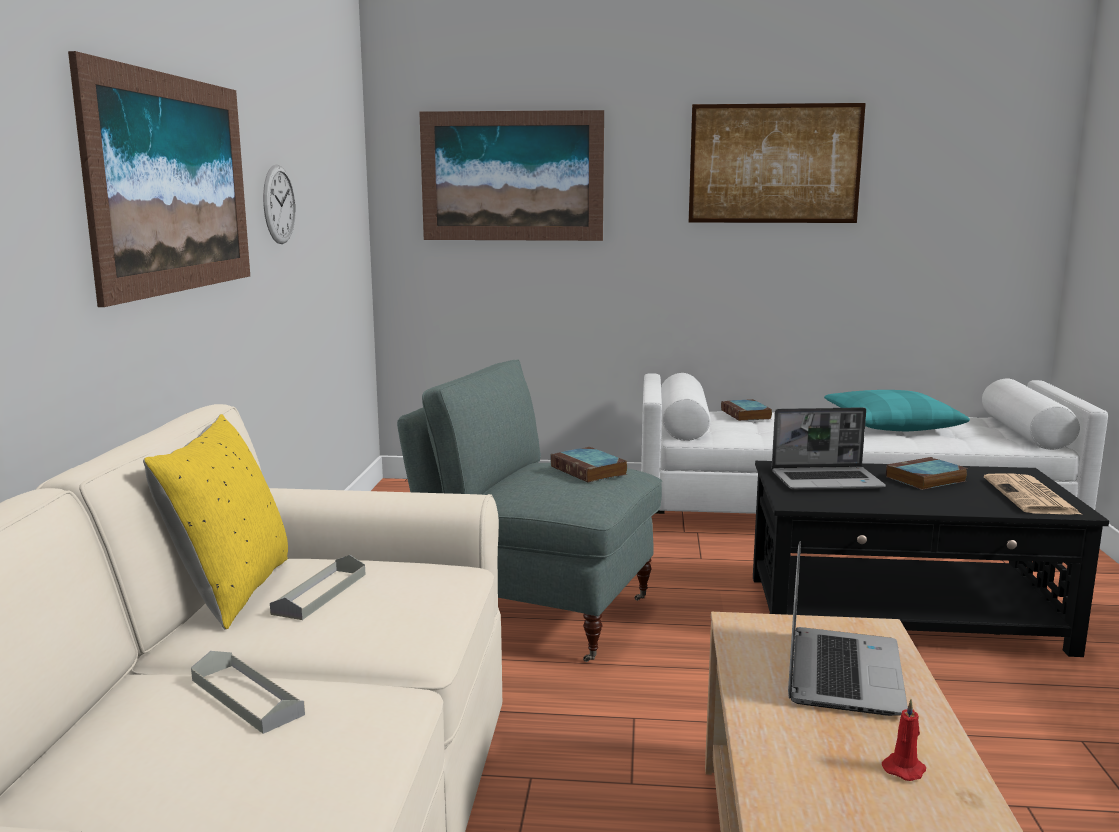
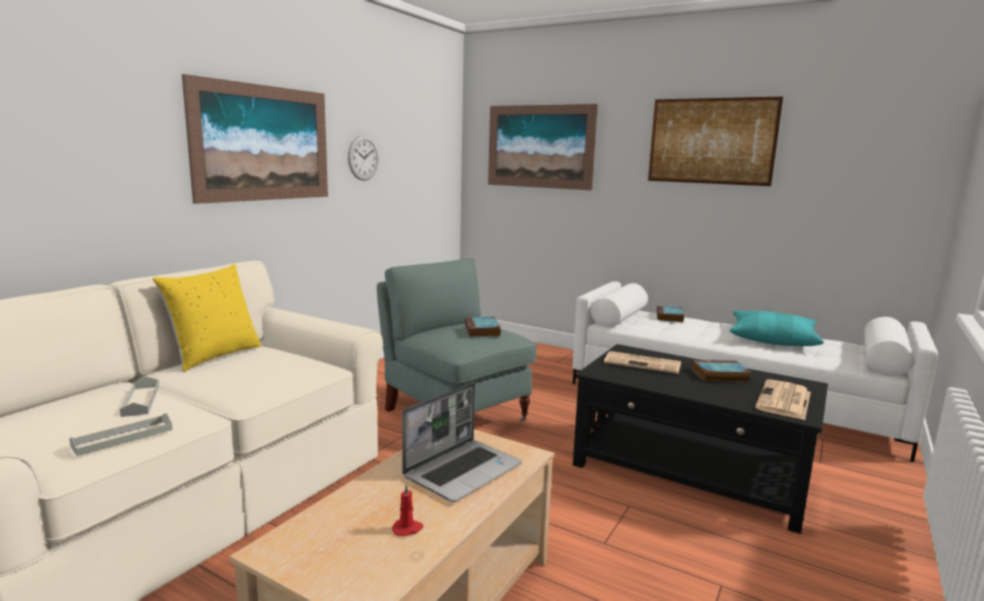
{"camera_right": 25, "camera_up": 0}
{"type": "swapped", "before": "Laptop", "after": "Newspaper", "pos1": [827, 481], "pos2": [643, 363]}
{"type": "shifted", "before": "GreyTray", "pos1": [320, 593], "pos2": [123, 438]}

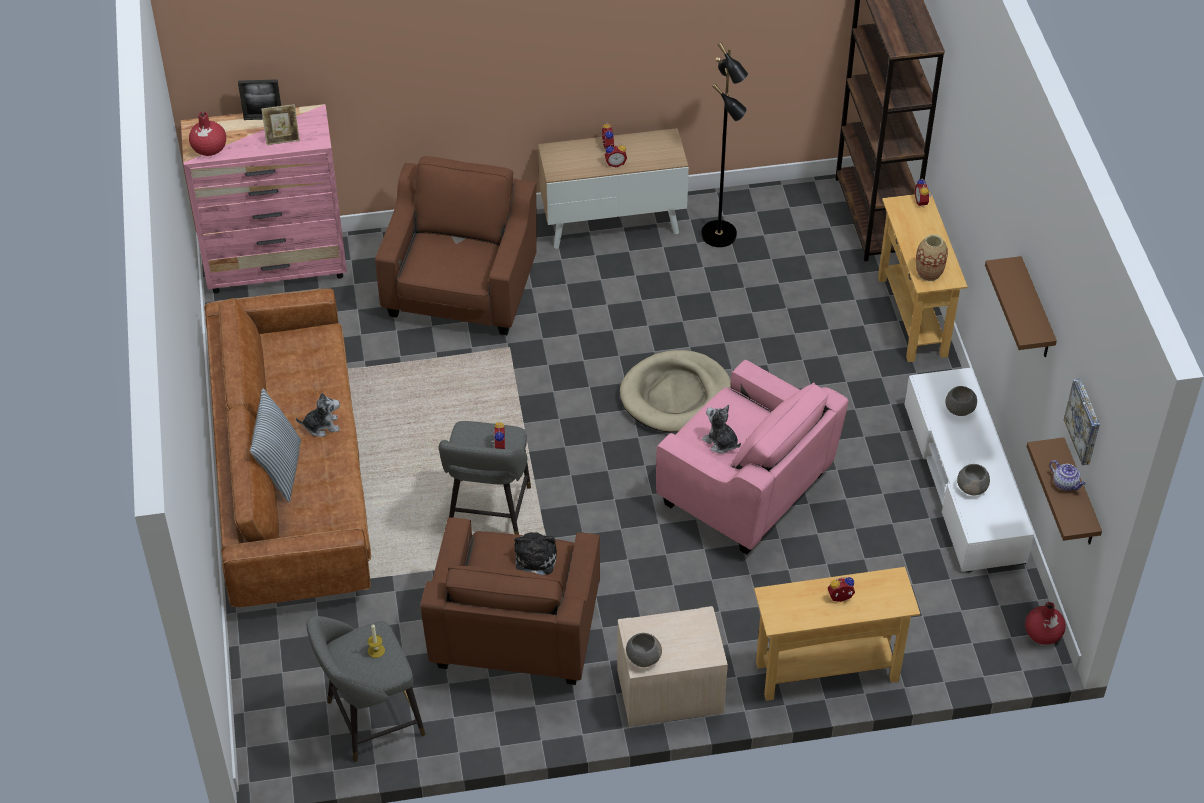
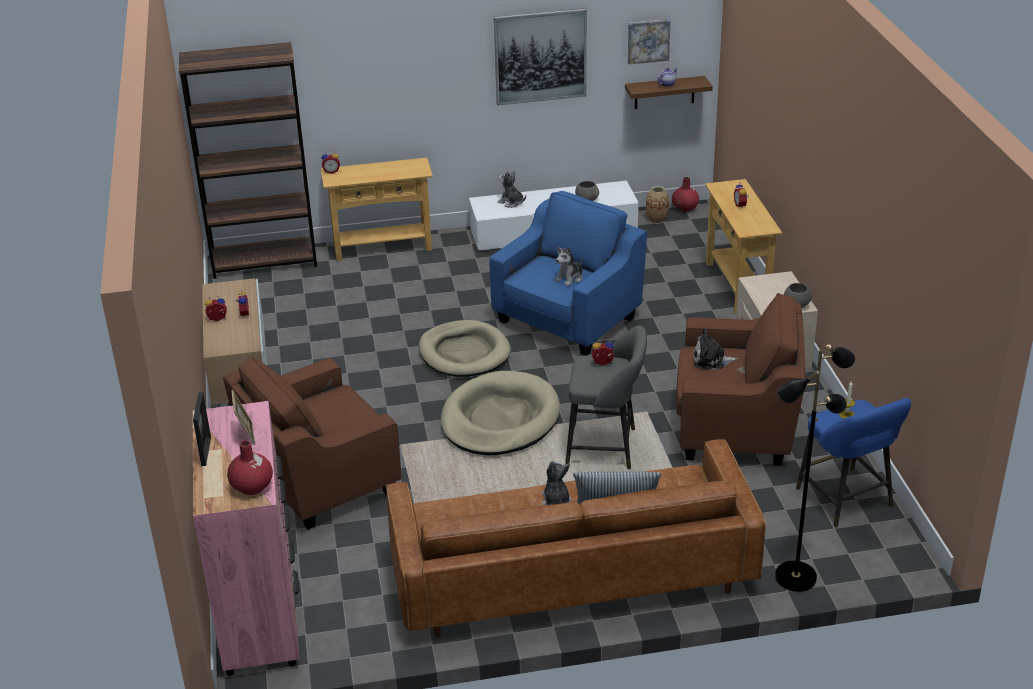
{"camera_right": -90, "camera_up": -15}
{"type": "shifted", "before": "BlackFloorLamp", "pos1": [720, 235], "pos2": [795, 576]}
{"type": "rotated", "before": "BrownArmchair", "pos1": [461, 291], "pos2": [320, 478], "turn": -45}
{"type": "shifted", "before": "Vase", "pos1": [929, 273], "pos2": [656, 219]}
{"type": "swapped", "before": "BrownShelf", "after": "Picture", "pos1": [1035, 311], "pos2": [540, 56]}
{"type": "repainted", "before": "PinkArmchair", "after": "BlueArmchair", "pos1": [744, 490], "pos2": [568, 319]}
{"type": "swapped", "before": "GreyBowl", "after": "PlushToy", "pos1": [959, 409], "pos2": [511, 202]}
{"type": "repainted", "before": "GreyStool", "after": "BlueStool", "pos1": [370, 720], "pos2": [847, 500]}
{"type": "new", "after": "BeigeDogBed", "pos2": [500, 419]}

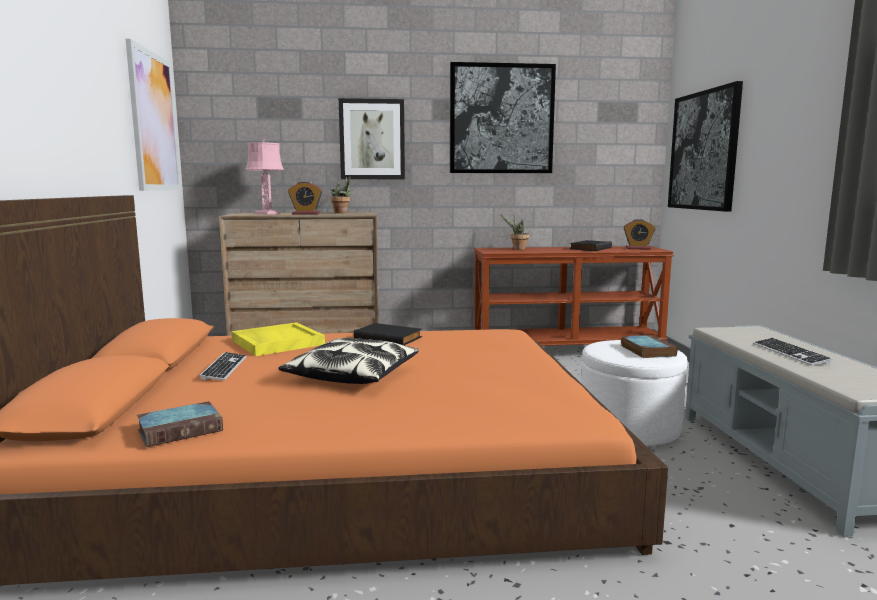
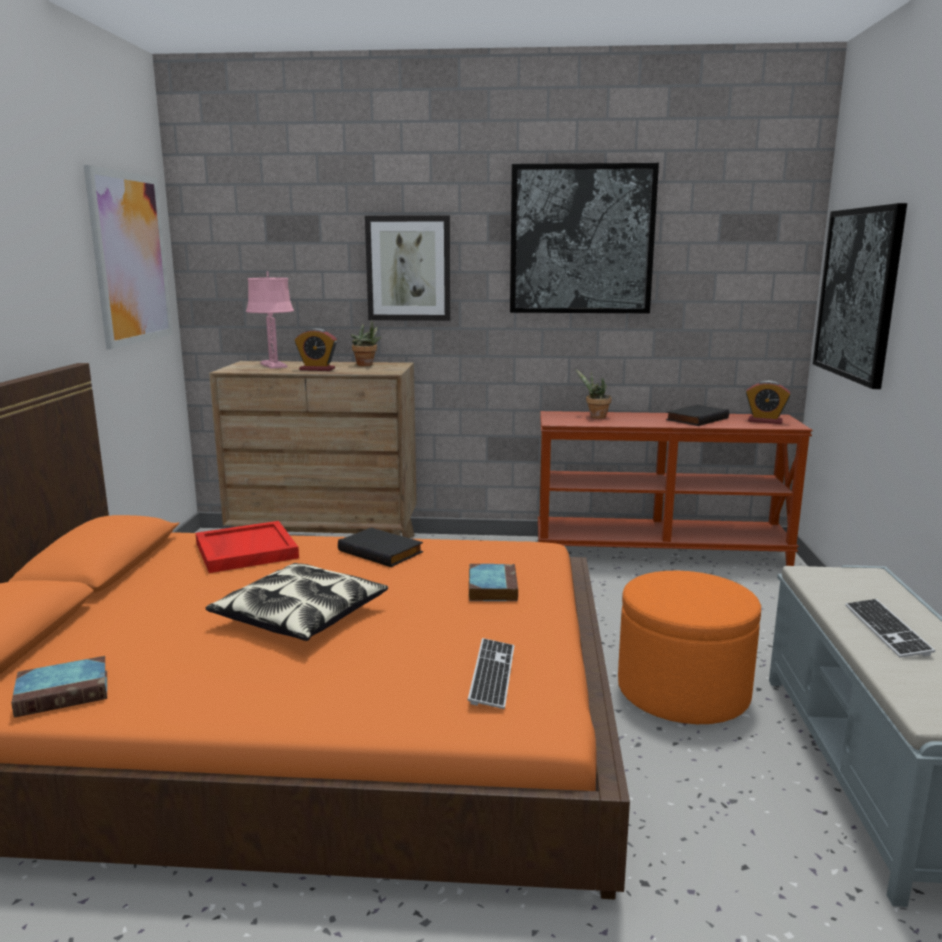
{"camera_right": 10, "camera_up": 5}
{"type": "repainted", "before": "YellowTray", "after": "RedTray", "pos1": [277, 342], "pos2": [245, 550]}
{"type": "shifted", "before": "Book", "pos1": [646, 350], "pos2": [492, 587]}
{"type": "repainted", "before": "WhiteOttoman", "after": "OrangeOttoman", "pos1": [629, 428], "pos2": [682, 691]}
{"type": "shifted", "before": "Keyboard", "pos1": [224, 368], "pos2": [492, 675]}

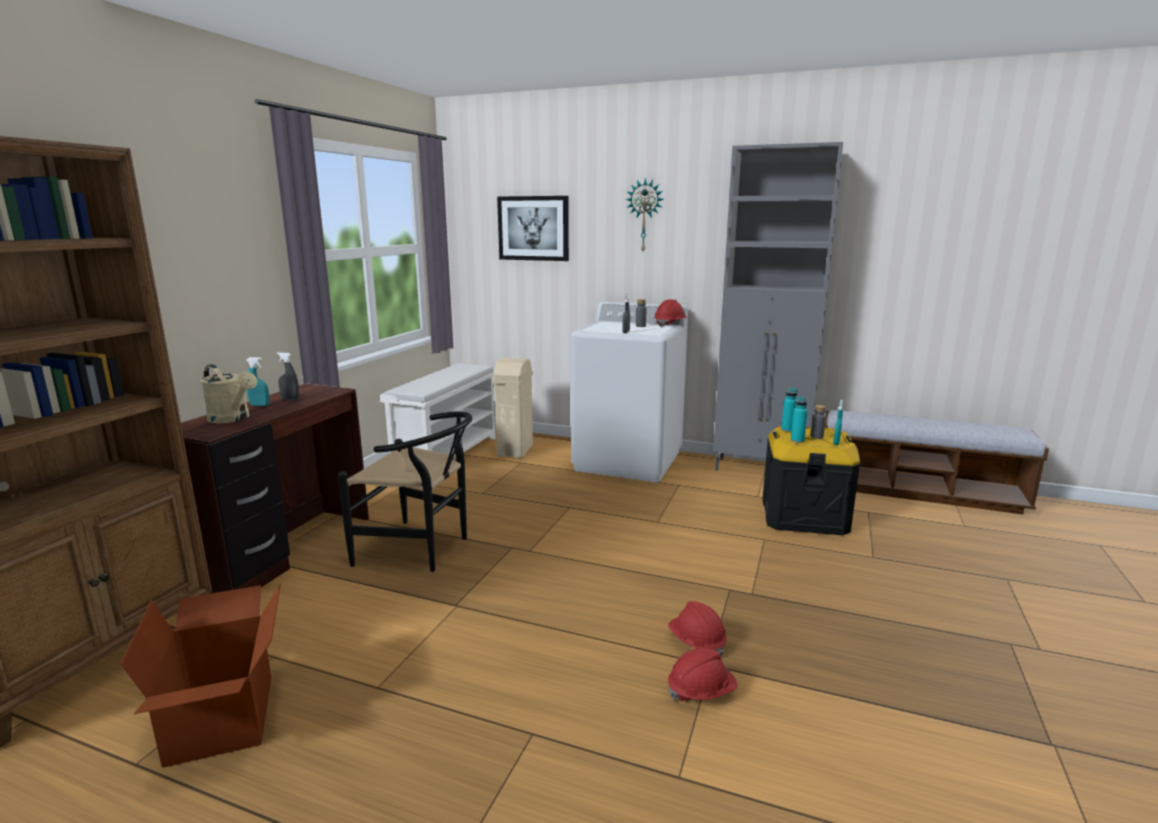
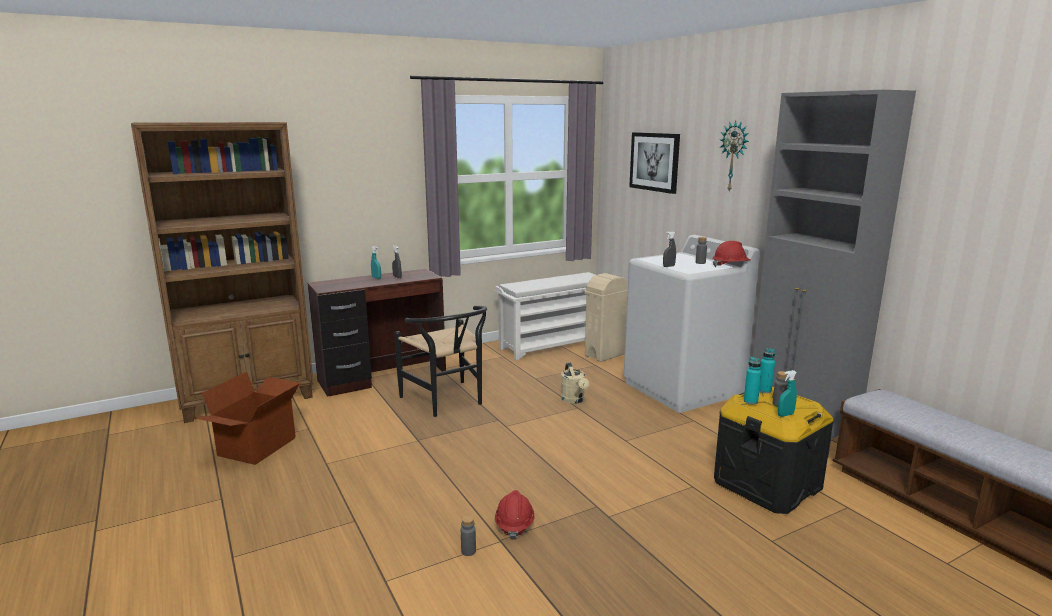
{"camera_right": 40, "camera_up": 0}
{"type": "shifted", "before": "BeigeWateringCan", "pos1": [233, 419], "pos2": [574, 400]}
{"type": "swapped", "before": "RedHardHat", "after": "GreyBottle", "pos1": [701, 692], "pos2": [468, 551]}

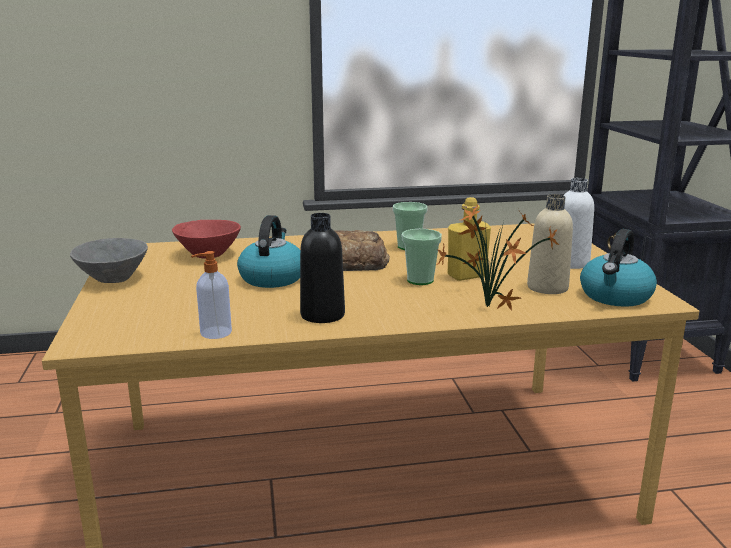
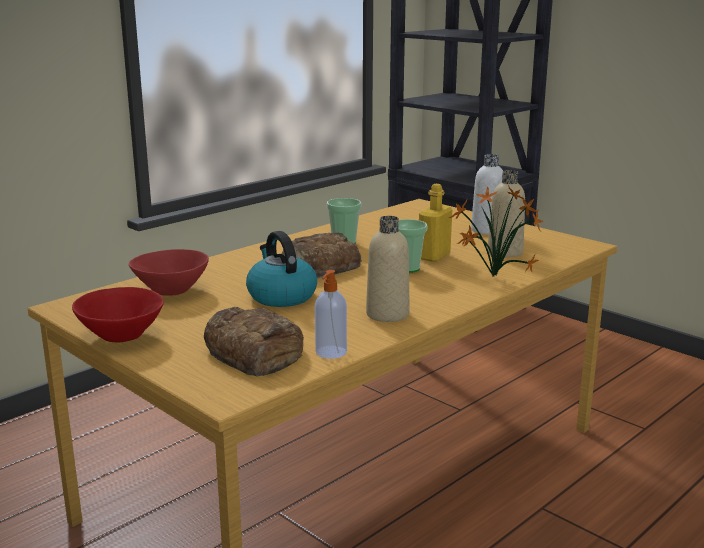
{"camera_right": -35, "camera_up": 0}
{"type": "repainted", "before": "BlackBottle", "after": "BeigeBottle", "pos1": [322, 315], "pos2": [387, 314]}
{"type": "gone", "before": "Kettle", "pos1": [615, 296]}
{"type": "repainted", "before": "GreyBowl", "after": "RedBowl", "pos1": [113, 279], "pos2": [122, 336]}
{"type": "new", "after": "Bread", "pos2": [254, 352]}

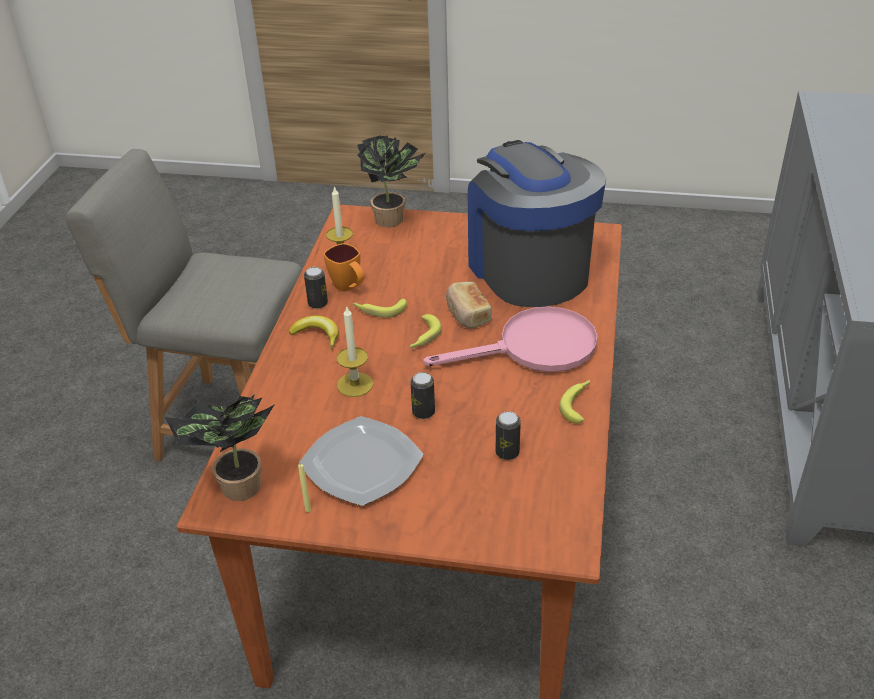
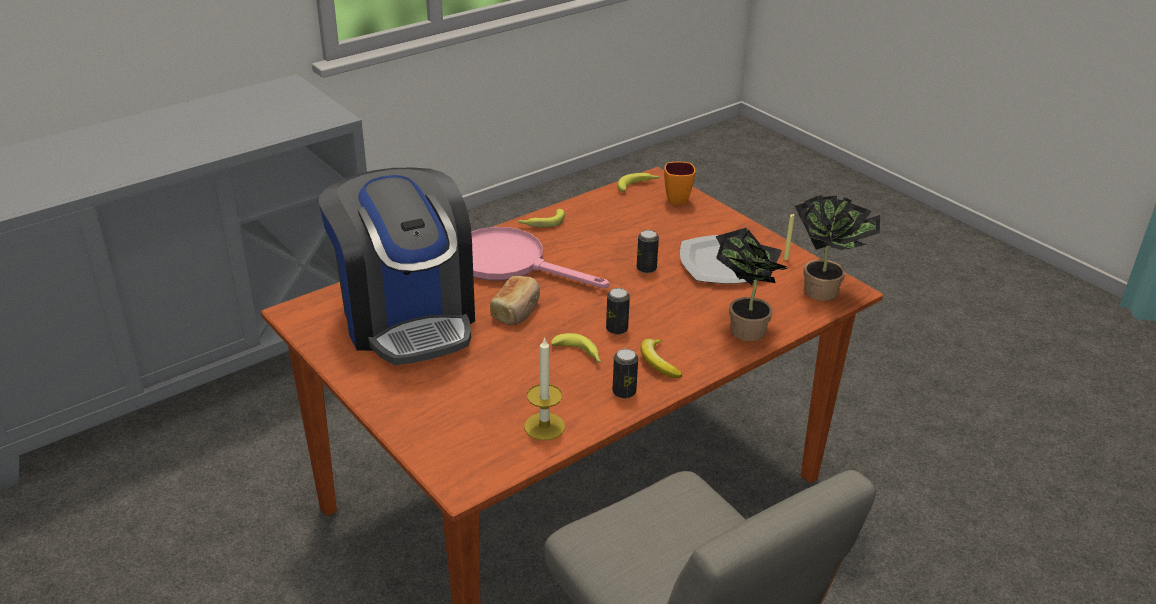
{"camera_right": -140, "camera_up": -5}
{"type": "shifted", "before": "PottedPlant", "pos1": [393, 219], "pos2": [743, 328]}
{"type": "rotated", "before": "CoffeeMachine", "pos1": [528, 268], "pos2": [407, 317], "turn": -45}
{"type": "shifted", "before": "OrangeMug", "pos1": [349, 288], "pos2": [676, 198]}
{"type": "gone", "before": "Candle", "pos1": [355, 384]}
{"type": "shifted", "before": "Banana", "pos1": [423, 337], "pos2": [638, 185]}
{"type": "shifted", "before": "Can", "pos1": [507, 452], "pos2": [617, 329]}

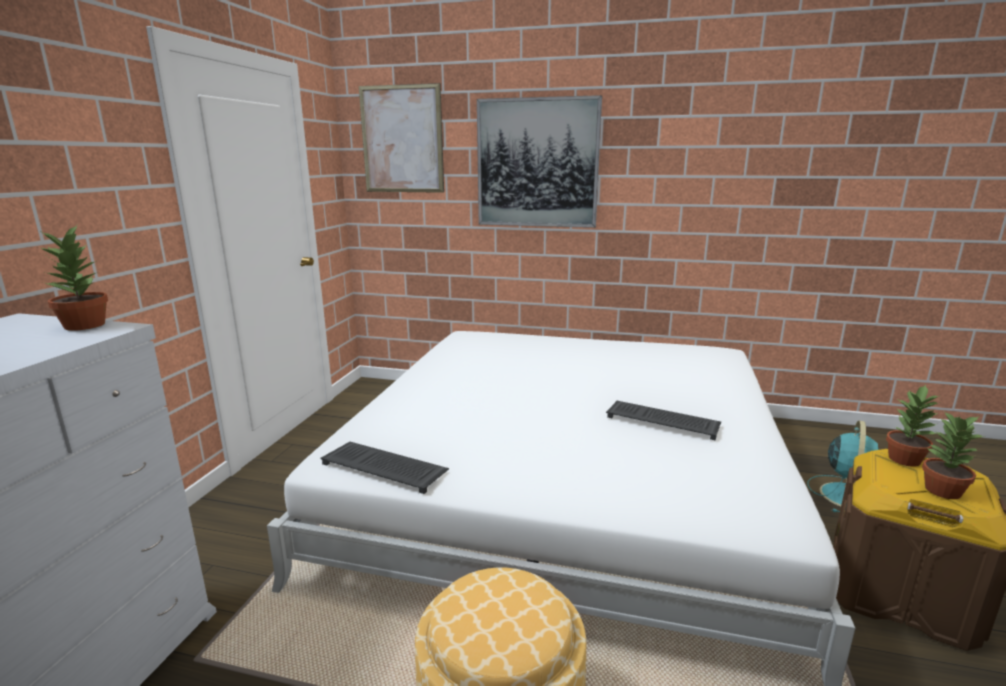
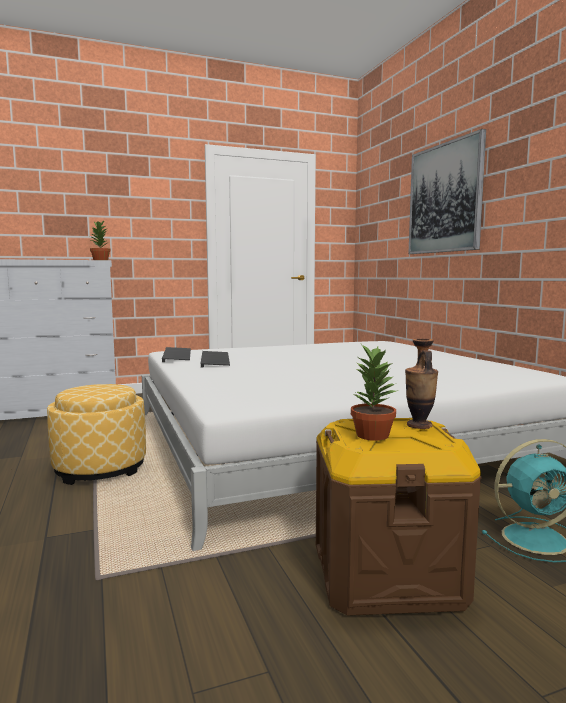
{"camera_right": 55, "camera_up": -10}
{"type": "gone", "before": "Picture", "pos1": [402, 139]}
{"type": "swapped", "before": "PottedPlant", "after": "Vase", "pos1": [905, 459], "pos2": [419, 425]}
{"type": "shifted", "before": "Keyboard", "pos1": [664, 420], "pos2": [216, 360]}

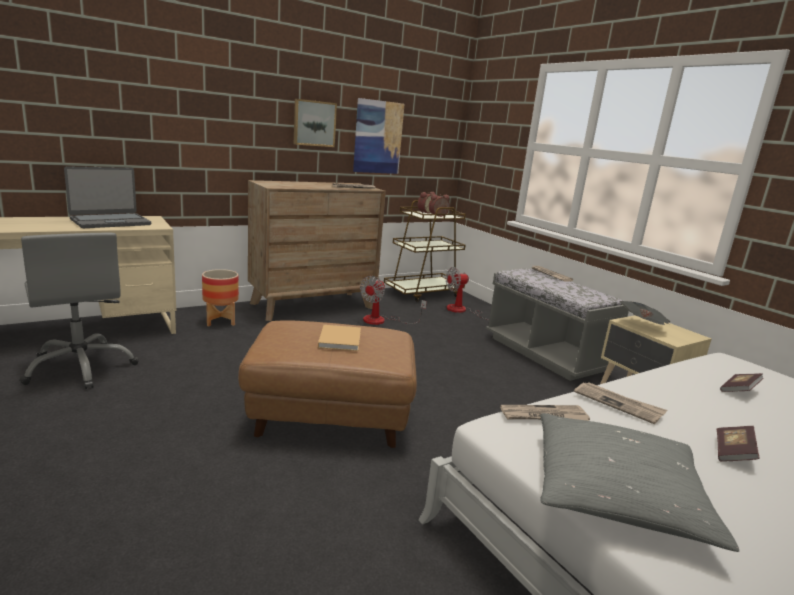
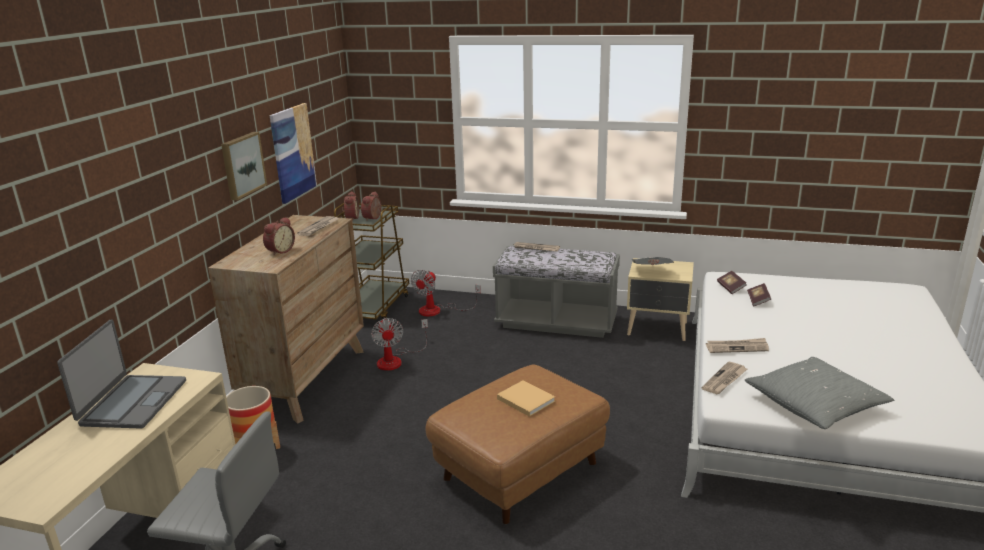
{"camera_right": -40, "camera_up": 5}
{"type": "shifted", "before": "Book", "pos1": [733, 453], "pos2": [731, 288]}
{"type": "new", "after": "AlarmClock", "pos2": [279, 251]}

